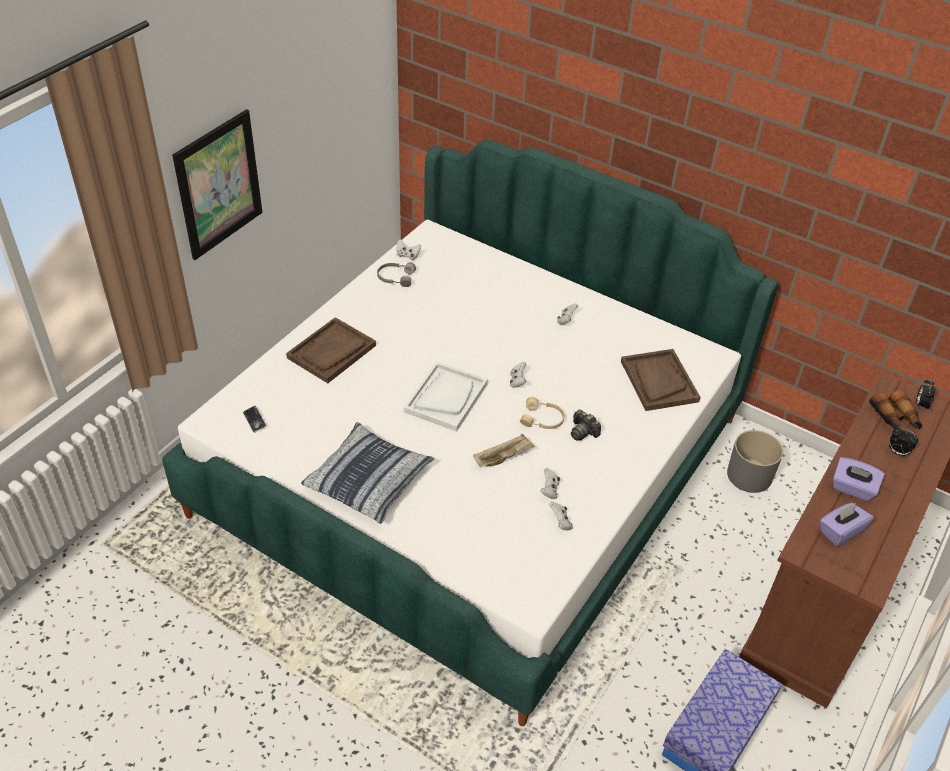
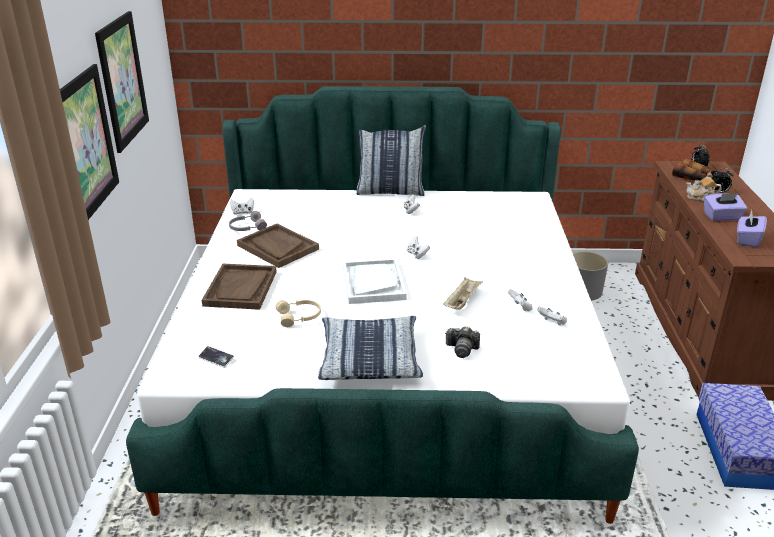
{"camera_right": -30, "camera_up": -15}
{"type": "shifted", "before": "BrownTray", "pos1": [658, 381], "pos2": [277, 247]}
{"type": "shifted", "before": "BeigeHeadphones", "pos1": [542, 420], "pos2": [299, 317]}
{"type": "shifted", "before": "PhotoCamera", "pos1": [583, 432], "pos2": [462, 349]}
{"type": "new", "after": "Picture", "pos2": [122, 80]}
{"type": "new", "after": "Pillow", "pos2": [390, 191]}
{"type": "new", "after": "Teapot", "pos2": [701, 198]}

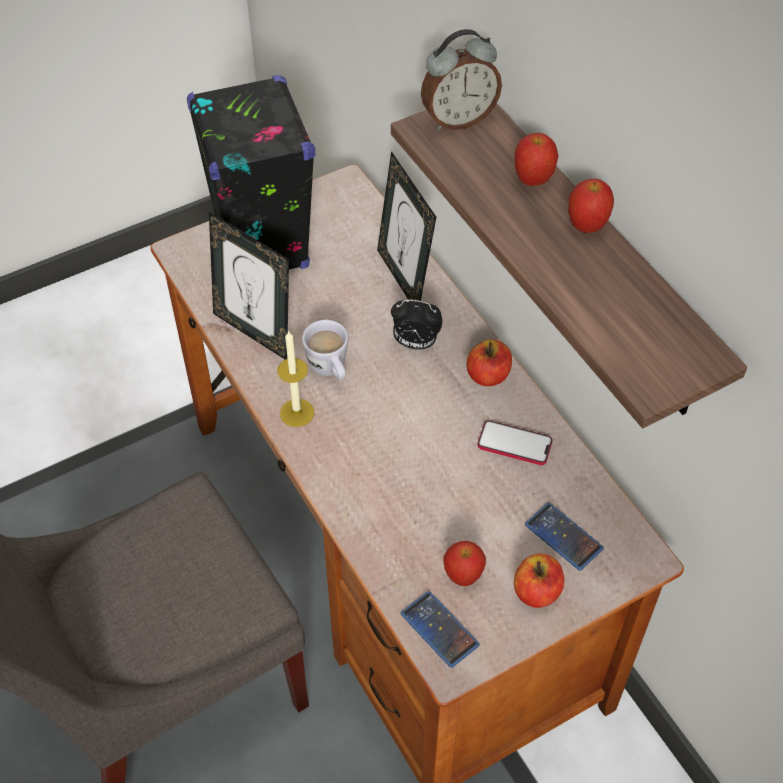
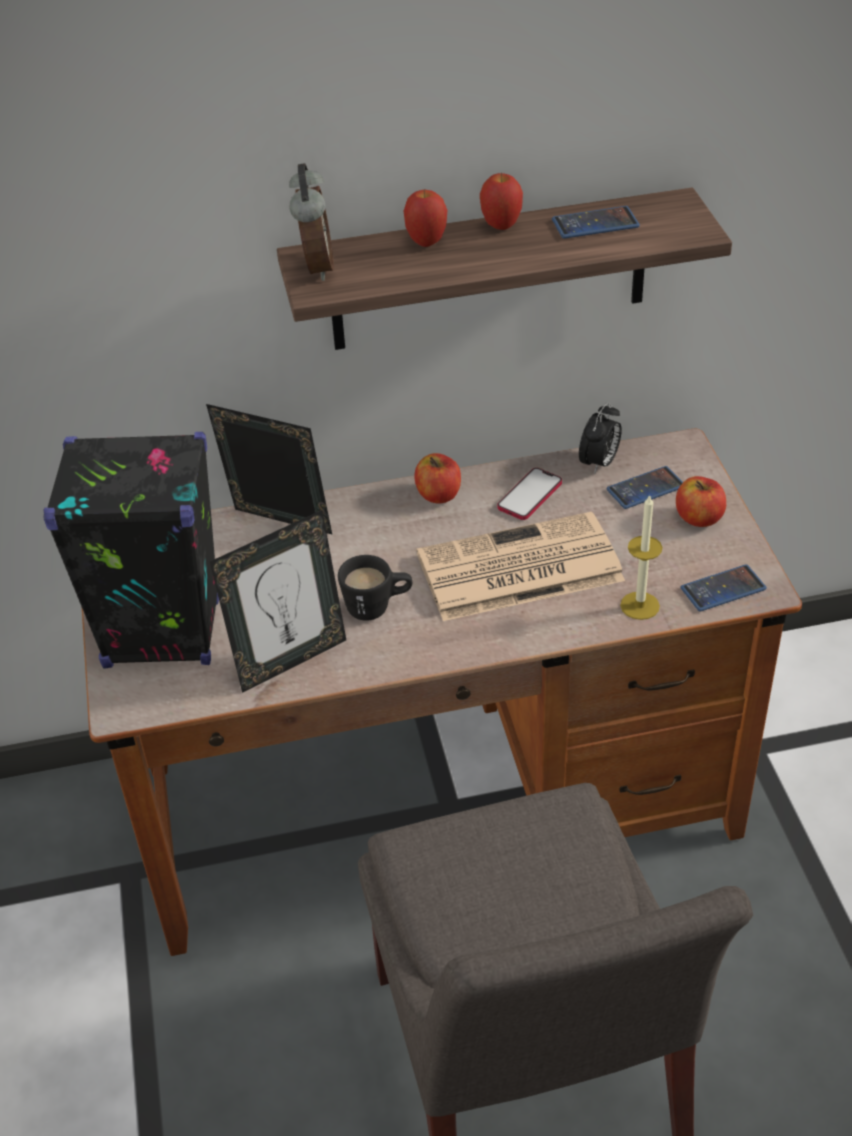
{"camera_right": -70, "camera_up": -10}
{"type": "rotated", "before": "PictureFrame", "pos1": [404, 279], "pos2": [279, 527], "turn": -150}
{"type": "shifted", "before": "AlarmClock", "pos1": [415, 343], "pos2": [599, 463]}
{"type": "repainted", "before": "WhiteMug", "after": "BlackMug", "pos1": [330, 370], "pos2": [377, 607]}
{"type": "shifted", "before": "Candle", "pos1": [297, 413], "pos2": [640, 605]}
{"type": "gone", "before": "Apple", "pos1": [463, 576]}
{"type": "new", "after": "Phone", "pos2": [595, 224]}
{"type": "new", "after": "Newspaper", "pos2": [517, 569]}

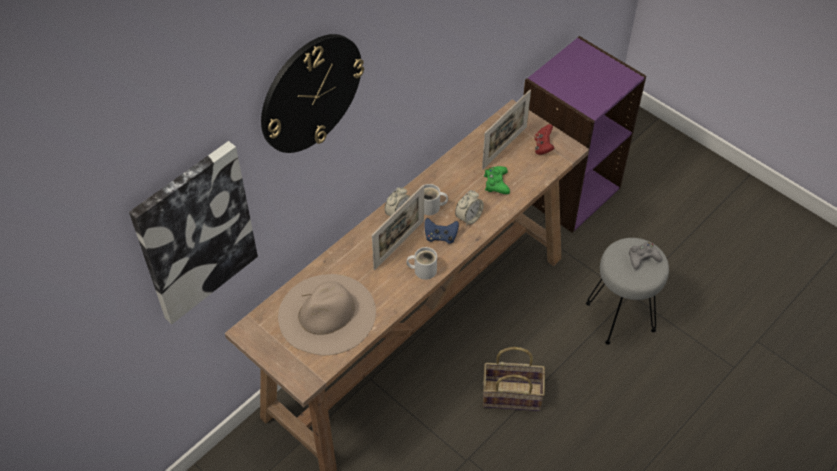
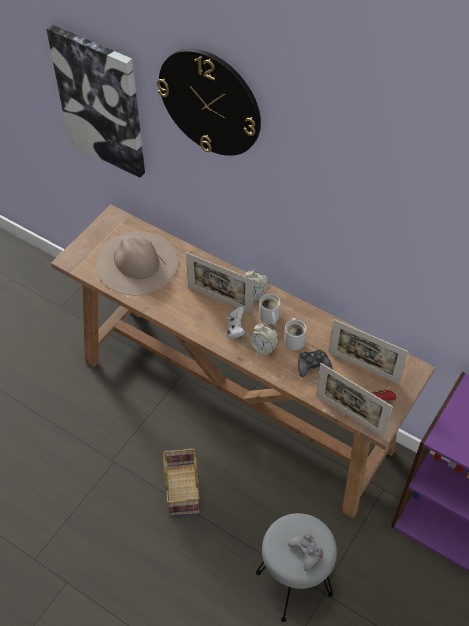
{"camera_right": 80, "camera_up": 0}
{"type": "repainted", "before": "GreenGameController", "after": "BlackGameController", "pos1": [496, 183], "pos2": [313, 366]}
{"type": "repainted", "before": "BlueGameController", "after": "WhiteGameController", "pos1": [440, 236], "pos2": [235, 329]}
{"type": "shifted", "before": "WhiteMug", "pos1": [423, 269], "pos2": [294, 340]}
{"type": "new", "after": "PictureFrame", "pos2": [349, 415]}

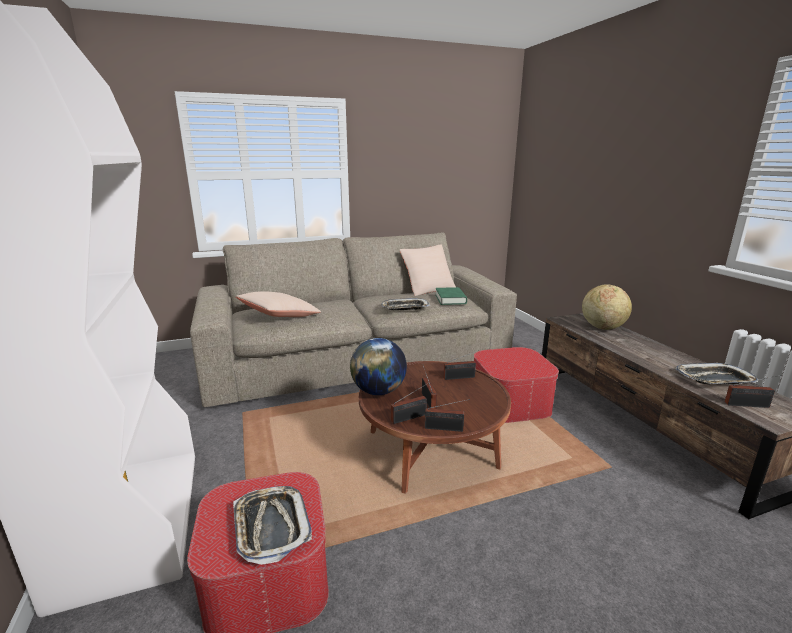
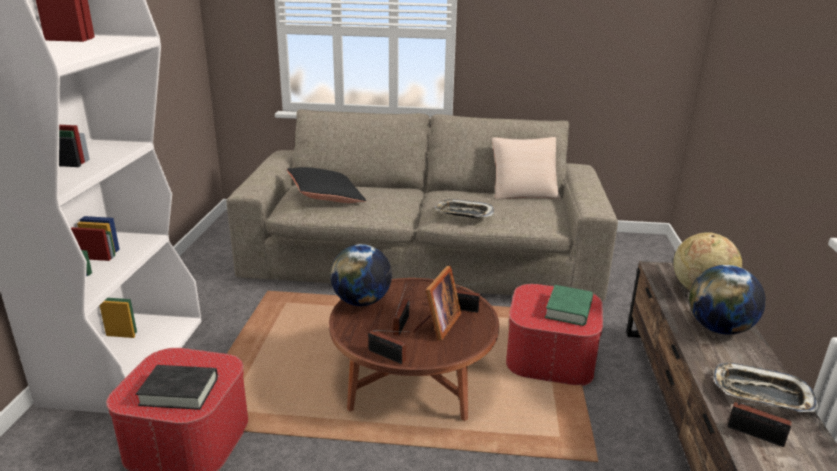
{"camera_right": 25, "camera_up": 5}
{"type": "shifted", "before": "GreenBook", "pos1": [450, 299], "pos2": [568, 309]}
{"type": "repainted", "before": "BeigePillow", "after": "BlackPillow", "pos1": [279, 316], "pos2": [326, 197]}
{"type": "gone", "before": "Radio", "pos1": [411, 417]}
{"type": "swapped", "before": "Tray", "after": "BlackBook", "pos1": [271, 527], "pos2": [179, 391]}
{"type": "new", "after": "Globe", "pos2": [718, 329]}
{"type": "new", "after": "PictureFrame", "pos2": [438, 325]}

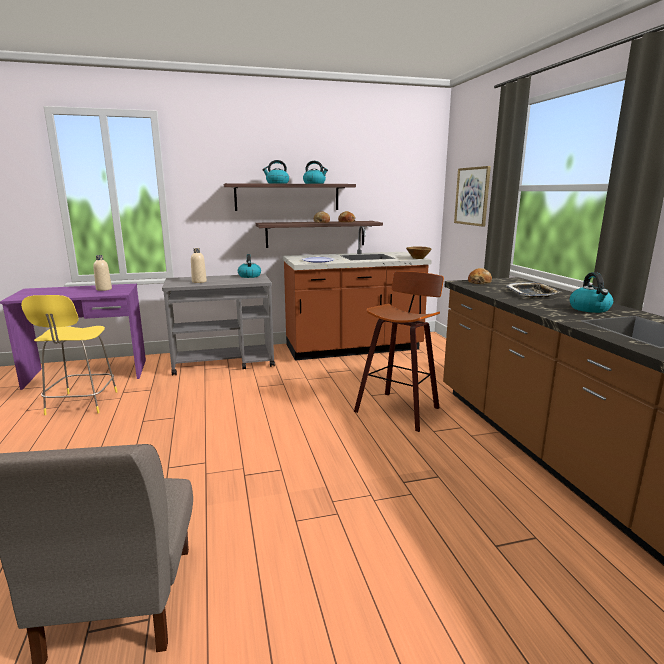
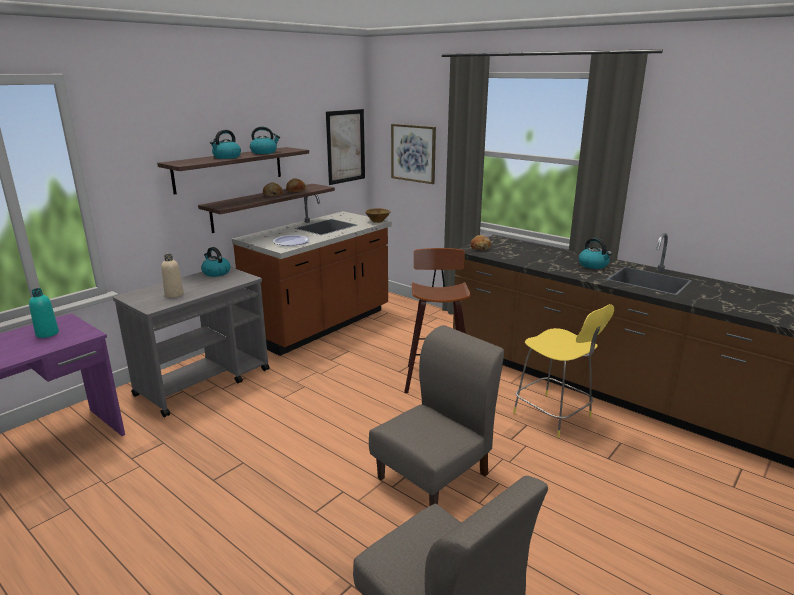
{"camera_right": -35, "camera_up": 5}
{"type": "repainted", "before": "BeigeBottle", "after": "TurquoiseBottle", "pos1": [104, 289], "pos2": [47, 334]}
{"type": "gone", "before": "Tray", "pos1": [532, 294]}
{"type": "shifted", "before": "YellowStool", "pos1": [81, 404], "pos2": [554, 416]}
{"type": "new", "after": "Picture", "pos2": [345, 146]}
{"type": "new", "after": "GreyChair", "pos2": [434, 476]}

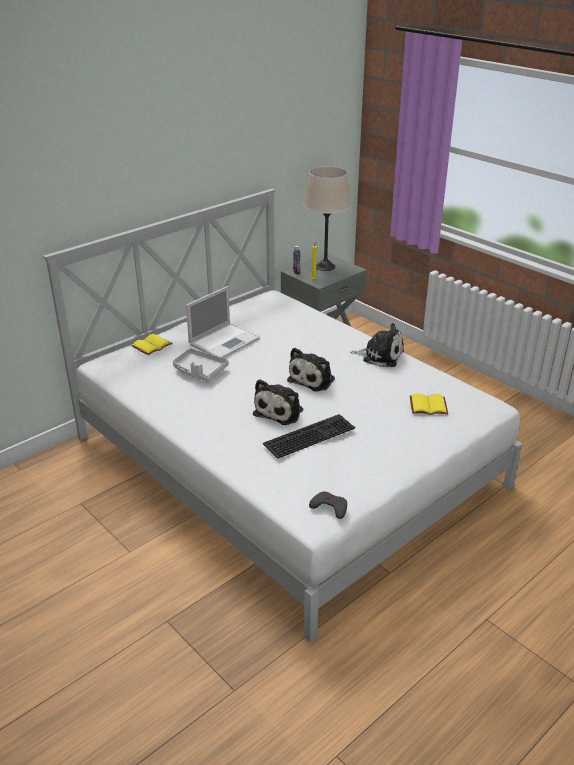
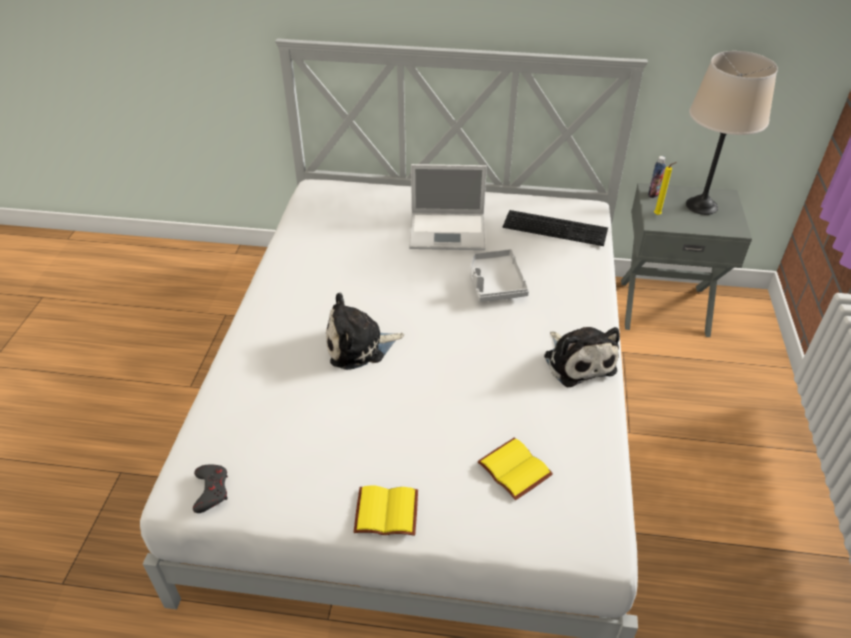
{"camera_right": 50, "camera_up": 10}
{"type": "shifted", "before": "YellowBook", "pos1": [152, 346], "pos2": [385, 513]}
{"type": "shifted", "before": "GreyTray", "pos1": [199, 371], "pos2": [495, 283]}
{"type": "gone", "before": "PlushToy", "pos1": [313, 379]}
{"type": "shifted", "before": "Keyboard", "pos1": [309, 434], "pos2": [556, 227]}

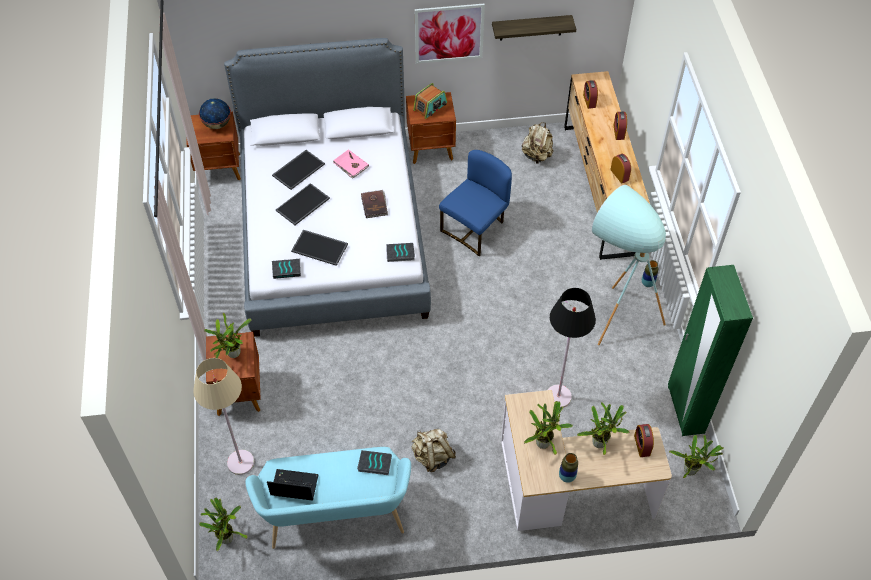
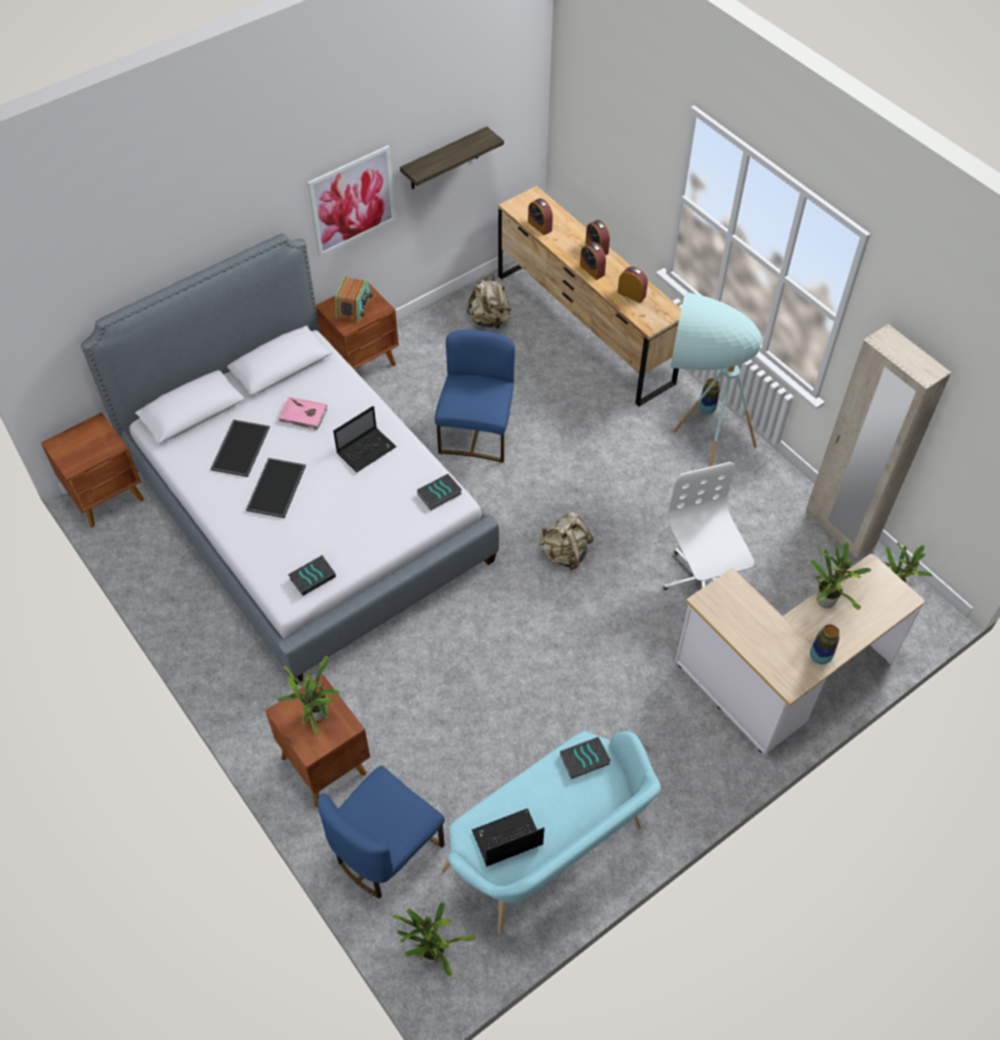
{"camera_right": -30, "camera_up": 0}
{"type": "gone", "before": "Globe", "pos1": [217, 124]}
{"type": "swapped", "before": "BrownBook", "after": "Laptop", "pos1": [374, 205], "pos2": [367, 449]}
{"type": "gone", "before": "Tray", "pos1": [320, 247]}
{"type": "repainted", "before": "GreenWardrobe", "after": "BeigeWardrobe", "pos1": [685, 410], "pos2": [839, 529]}
{"type": "swapped", "before": "BlackFloorLamp", "after": "WhiteOfficeChair", "pos1": [558, 396], "pos2": [701, 580]}
{"type": "swapped", "before": "BeigeFloorLamp", "after": "BlueChair", "pos1": [240, 462], "pos2": [386, 850]}
{"type": "gone", "before": "PottedPlant", "pos1": [544, 442]}
{"type": "shifted", "before": "AlarmClock", "pos1": [642, 445], "pos2": [592, 270]}
{"type": "shifted", "before": "BeigeBackpack", "pos1": [432, 457], "pos2": [565, 554]}

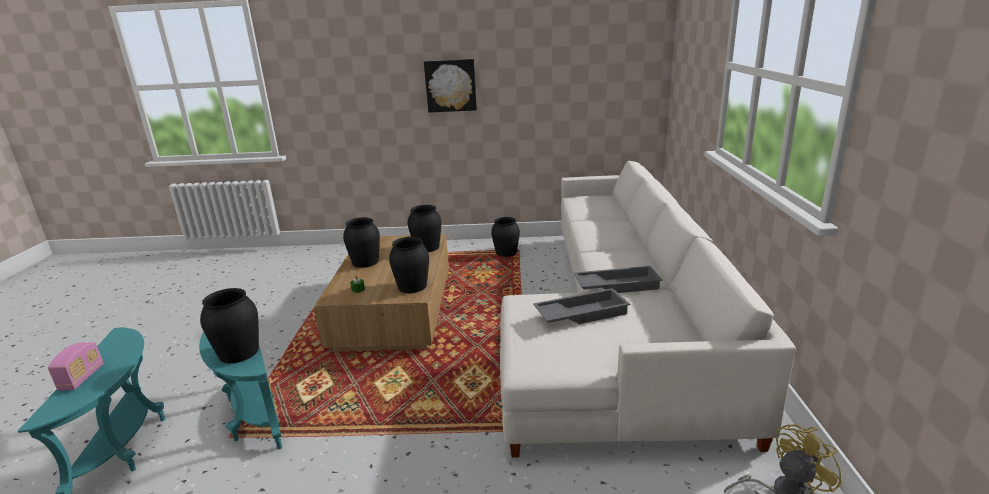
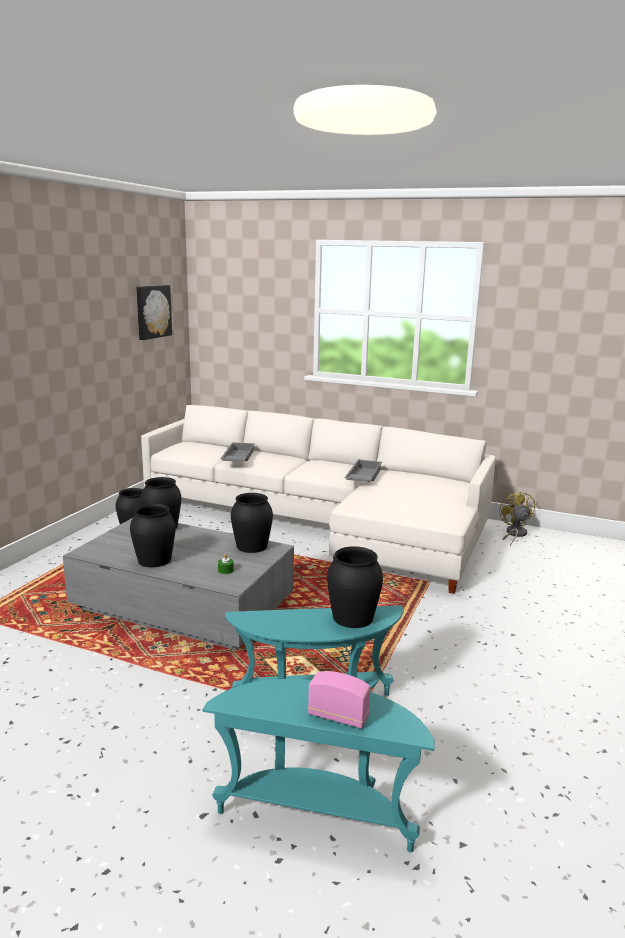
{"camera_right": -70, "camera_up": -5}
{"type": "shifted", "before": "Picture", "pos1": [451, 85], "pos2": [152, 311]}
{"type": "repainted", "before": "BrownCoffeeTable", "after": "GreyCoffeeTable", "pos1": [394, 310], "pos2": [184, 605]}
{"type": "shifted", "before": "GreyTray", "pos1": [581, 313], "pos2": [237, 458]}

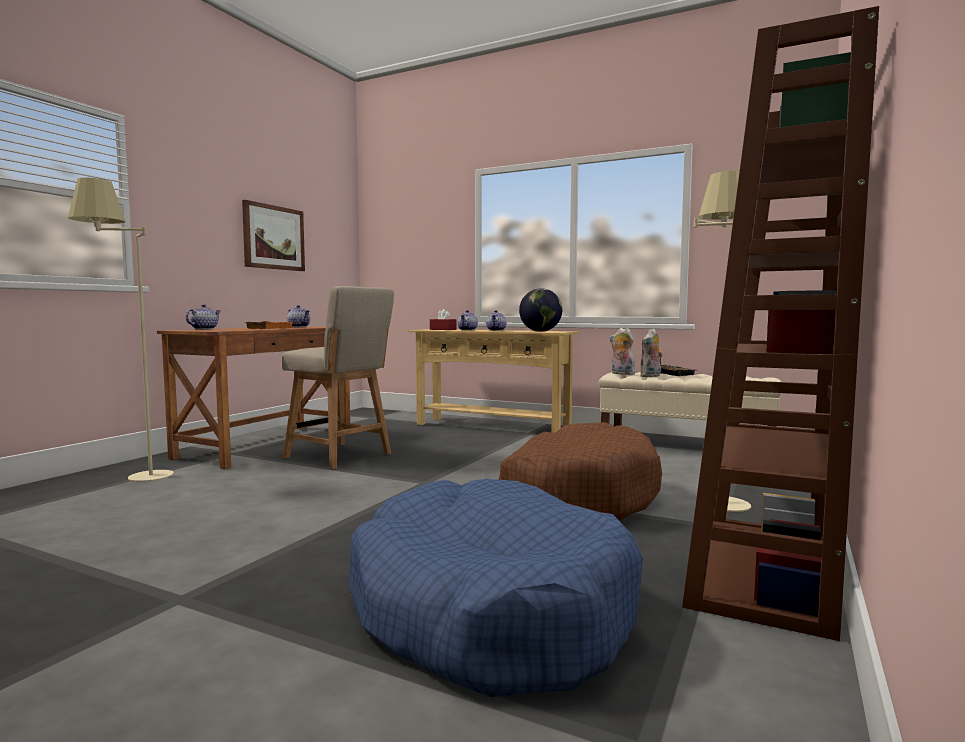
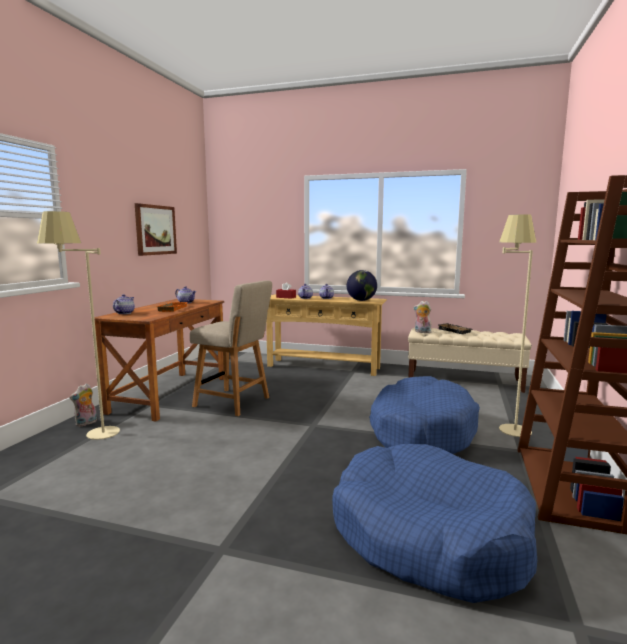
{"camera_right": -10, "camera_up": 5}
{"type": "shifted", "before": "PlushToy", "pos1": [651, 376], "pos2": [86, 423]}
{"type": "repainted", "before": "BrownDogBed", "after": "BlueDogBed", "pos1": [576, 496], "pos2": [421, 431]}

